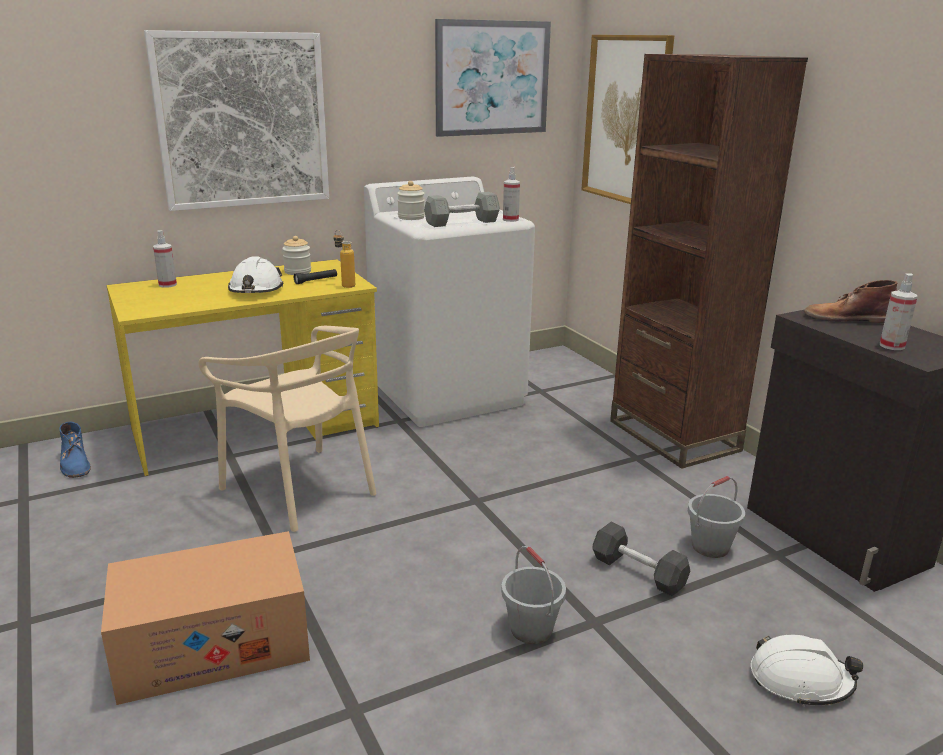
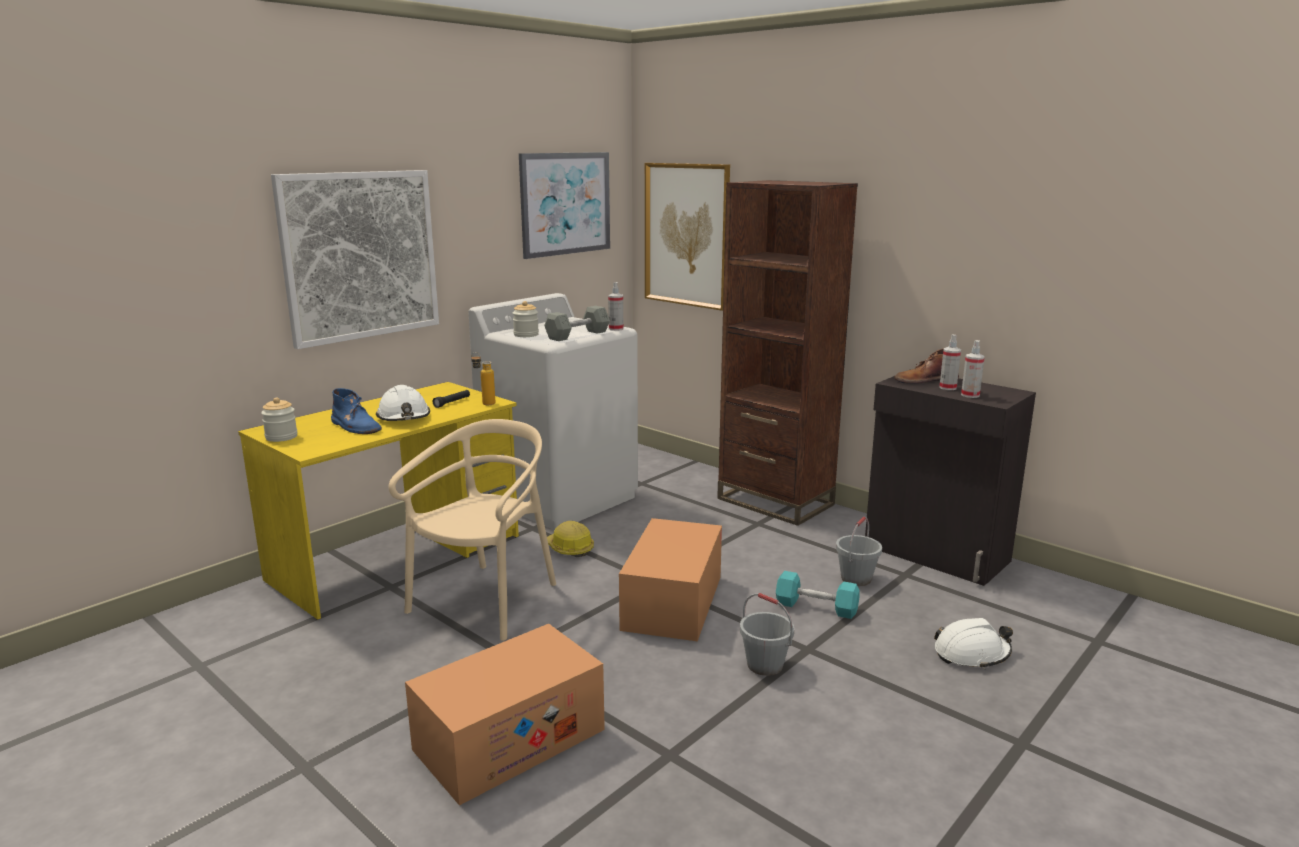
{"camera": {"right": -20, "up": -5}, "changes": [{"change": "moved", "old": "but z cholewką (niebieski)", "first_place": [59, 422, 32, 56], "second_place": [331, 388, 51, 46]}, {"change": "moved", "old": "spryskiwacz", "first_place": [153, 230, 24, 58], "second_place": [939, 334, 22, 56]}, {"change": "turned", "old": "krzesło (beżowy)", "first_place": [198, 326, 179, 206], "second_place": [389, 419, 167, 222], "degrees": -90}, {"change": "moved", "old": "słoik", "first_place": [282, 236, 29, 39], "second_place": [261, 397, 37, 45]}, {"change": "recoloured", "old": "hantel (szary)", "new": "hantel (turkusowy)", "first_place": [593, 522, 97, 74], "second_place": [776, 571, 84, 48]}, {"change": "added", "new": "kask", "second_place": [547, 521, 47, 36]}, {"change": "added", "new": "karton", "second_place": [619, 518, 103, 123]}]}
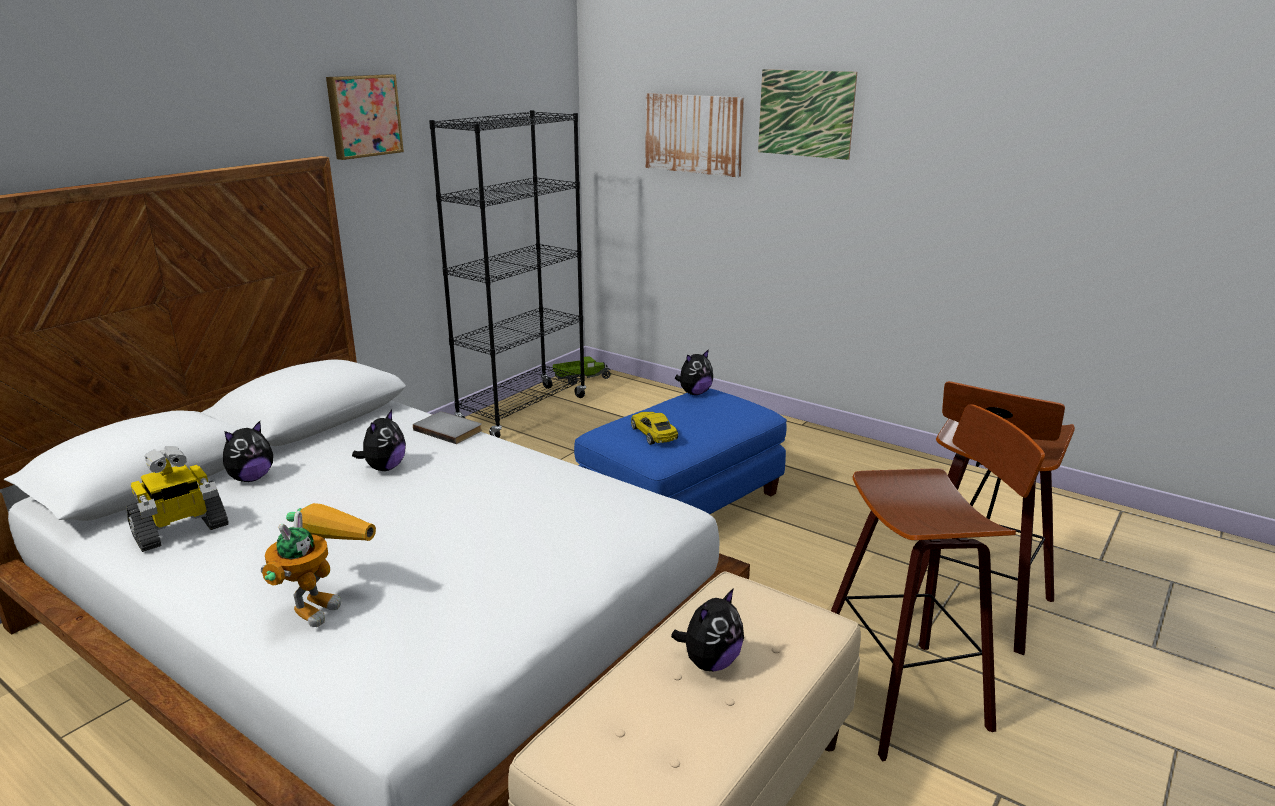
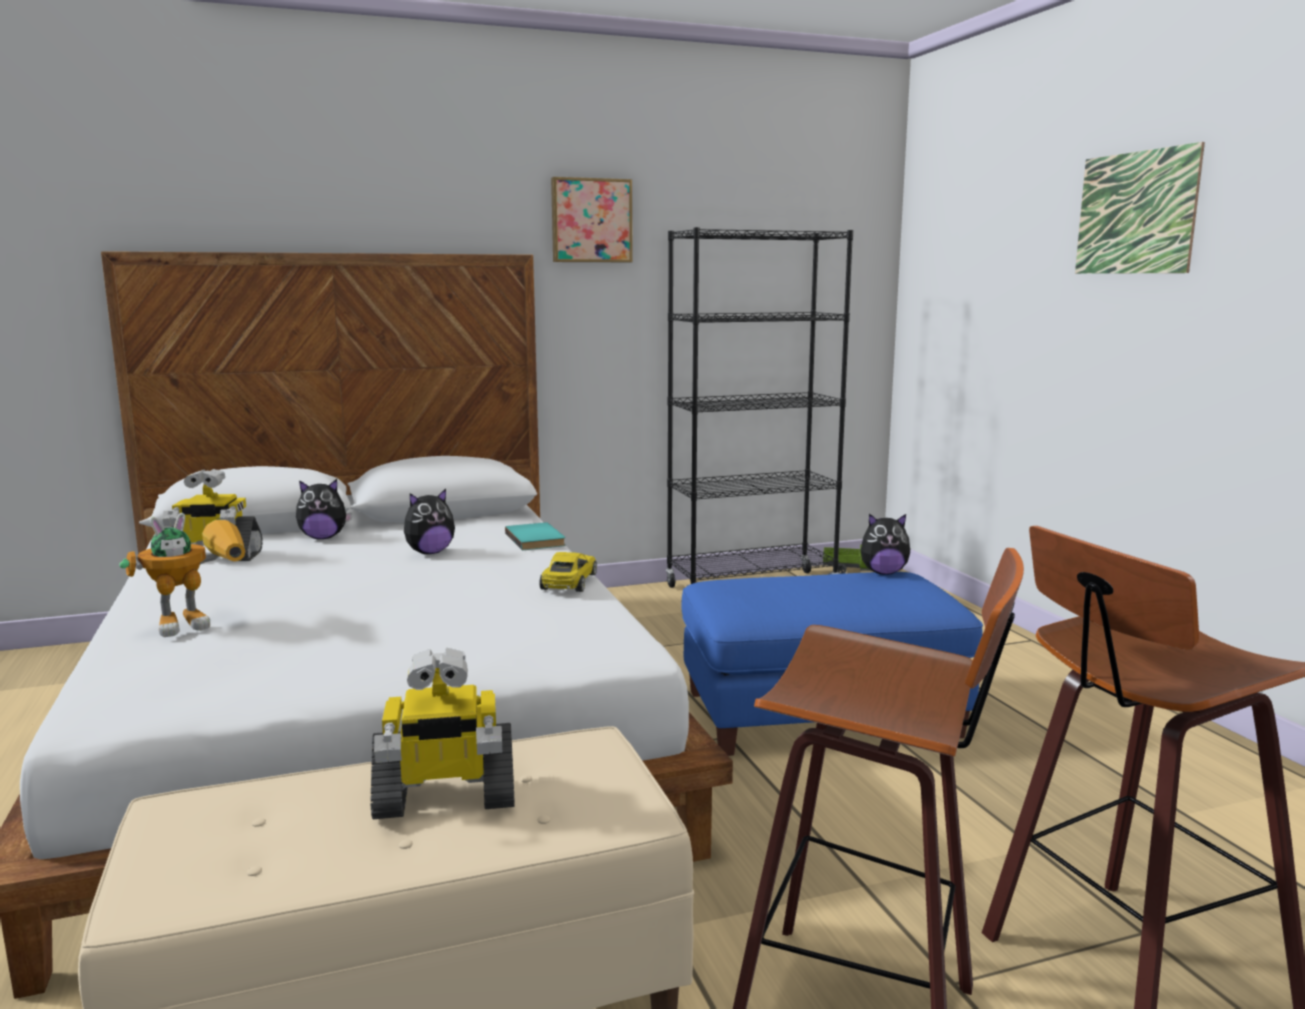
{"camera": {"right": 35, "up": -10}, "changes": [{"change": "recoloured", "old": "książka (szary)", "new": "książka (turkusowy)", "first_place": [413, 412, 69, 32], "second_place": [505, 522, 60, 28]}, {"change": "moved", "old": "samochodzik (żółty)", "first_place": [631, 412, 47, 33], "second_place": [539, 552, 58, 40]}, {"change": "removed", "old": "obraz", "first_place": [646, 93, 98, 84]}, {"change": "replaced", "old": "pluszak", "new": "robot zabawkowy", "first_place": [671, 588, 73, 83], "second_place": [371, 647, 144, 172]}]}
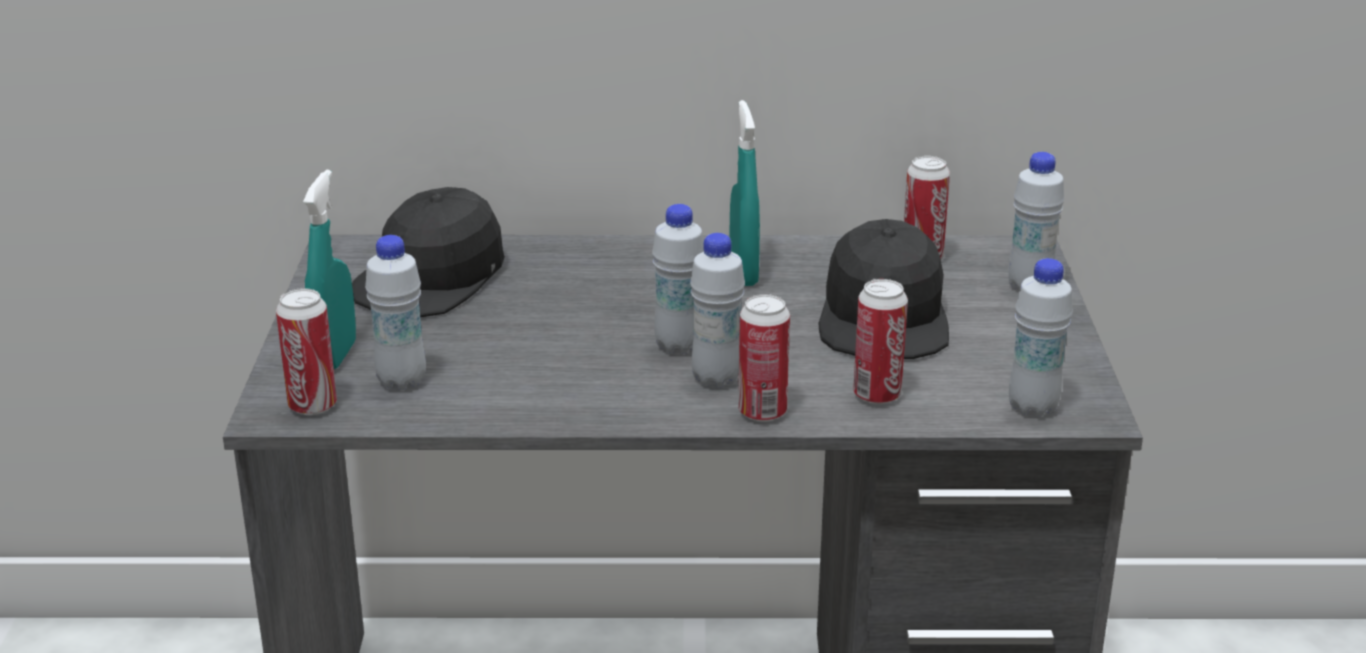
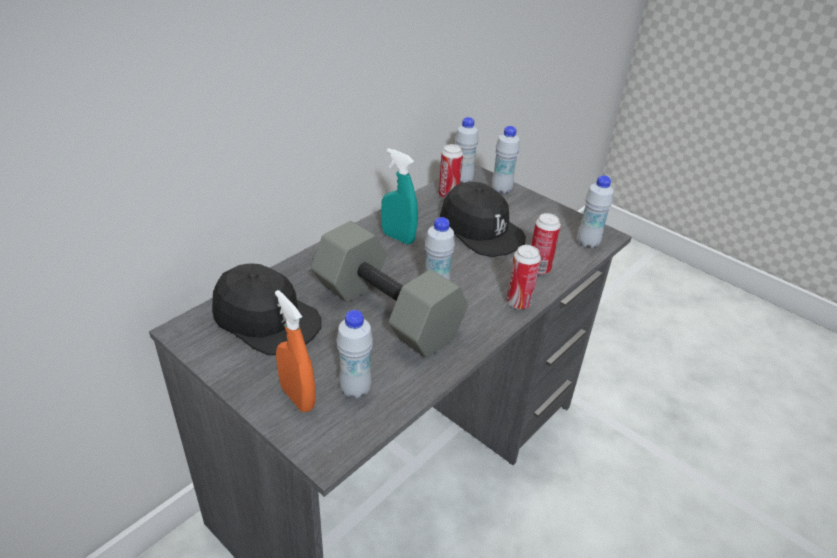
{"camera": {"right": -50, "up": 10}, "changes": [{"change": "removed", "old": "puszka", "first_place": [276, 288, 61, 127]}, {"change": "recoloured", "old": "spryskiwacz (turkusowy)", "new": "spryskiwacz (pomarańczowy)", "first_place": [303, 170, 53, 199], "second_place": [275, 290, 41, 122]}, {"change": "turned", "old": "czapka z daszkiem (czarny)", "first_place": [352, 187, 153, 130], "second_place": [212, 263, 109, 92], "degrees": -45}, {"change": "moved", "old": "butelka (biały)", "first_place": [690, 233, 55, 155], "second_place": [455, 117, 24, 66]}, {"change": "added", "new": "hantel (szary)", "second_place": [311, 221, 157, 137]}]}
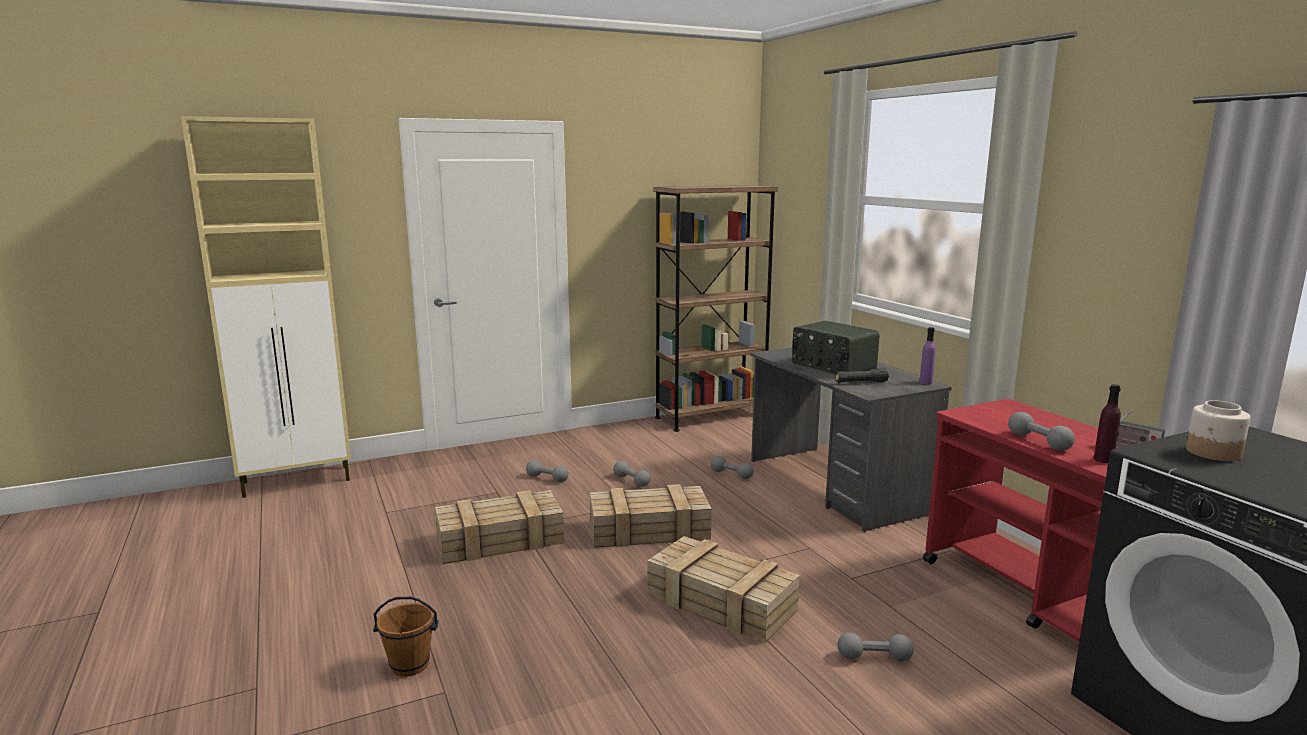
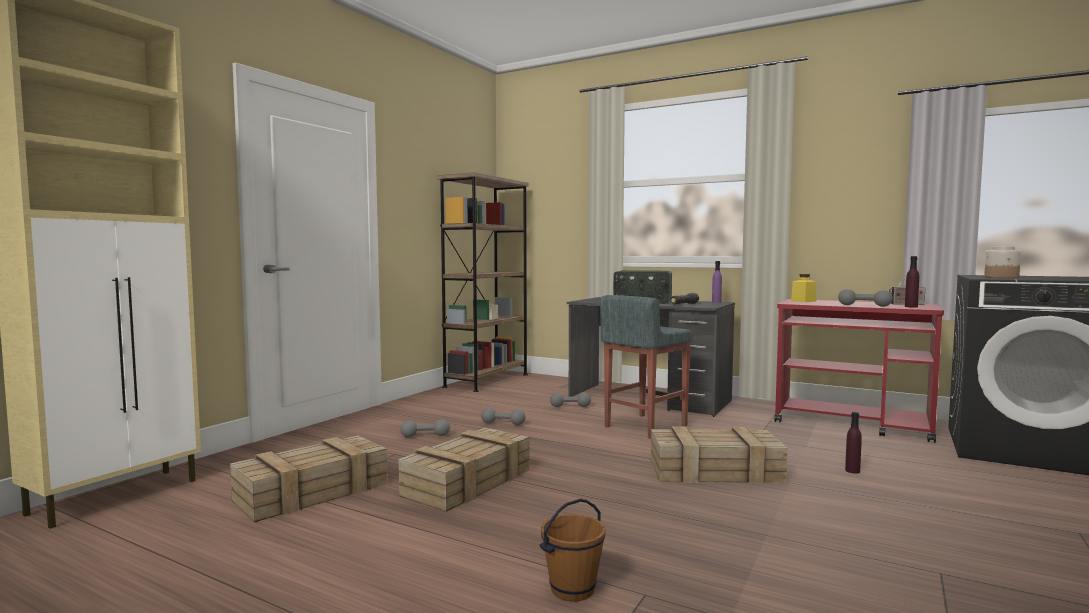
{"camera": {"right": -35, "up": -10}, "changes": [{"change": "moved", "old": "skrzynka", "first_place": [590, 484, 122, 64], "second_place": [230, 435, 158, 87]}, {"change": "replaced", "old": "hantel (szary)", "new": "butelka (fioletowy)", "first_place": [837, 632, 77, 29], "second_place": [845, 412, 17, 62]}, {"change": "added", "new": "stołek (szary)", "second_place": [600, 295, 93, 144]}, {"change": "added", "new": "słoik (żółty)", "second_place": [791, 274, 25, 28]}]}
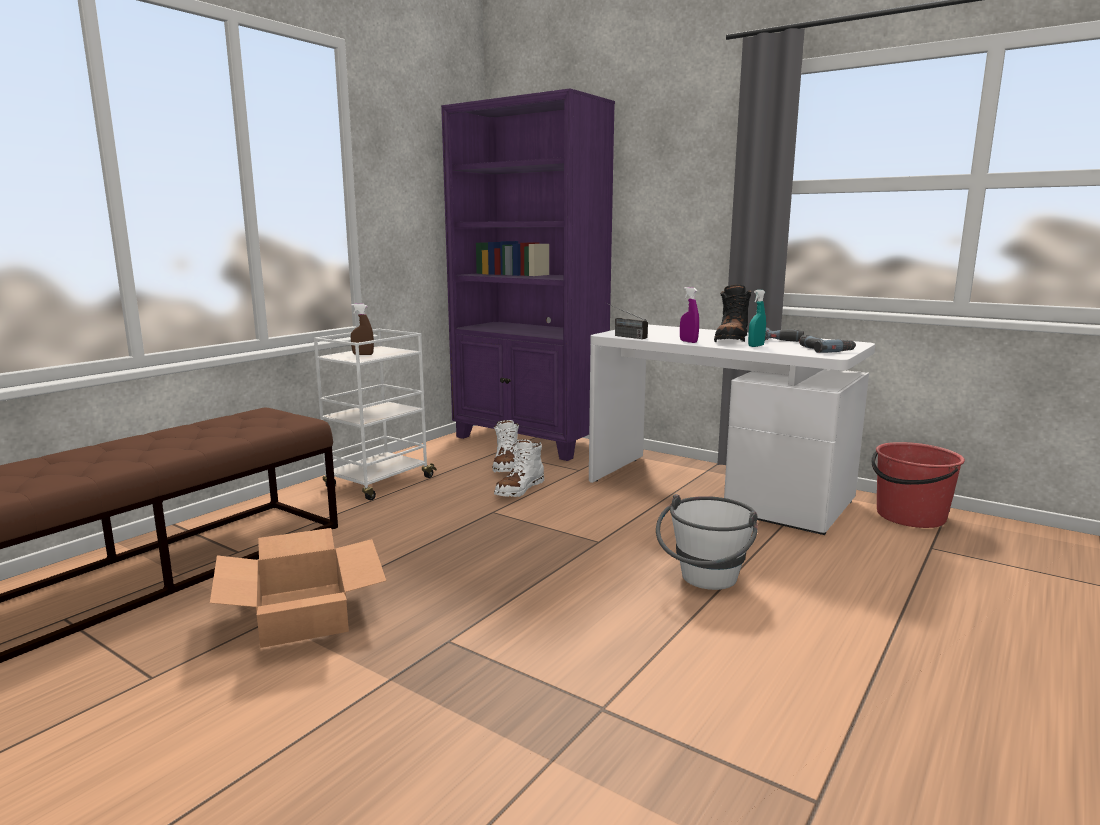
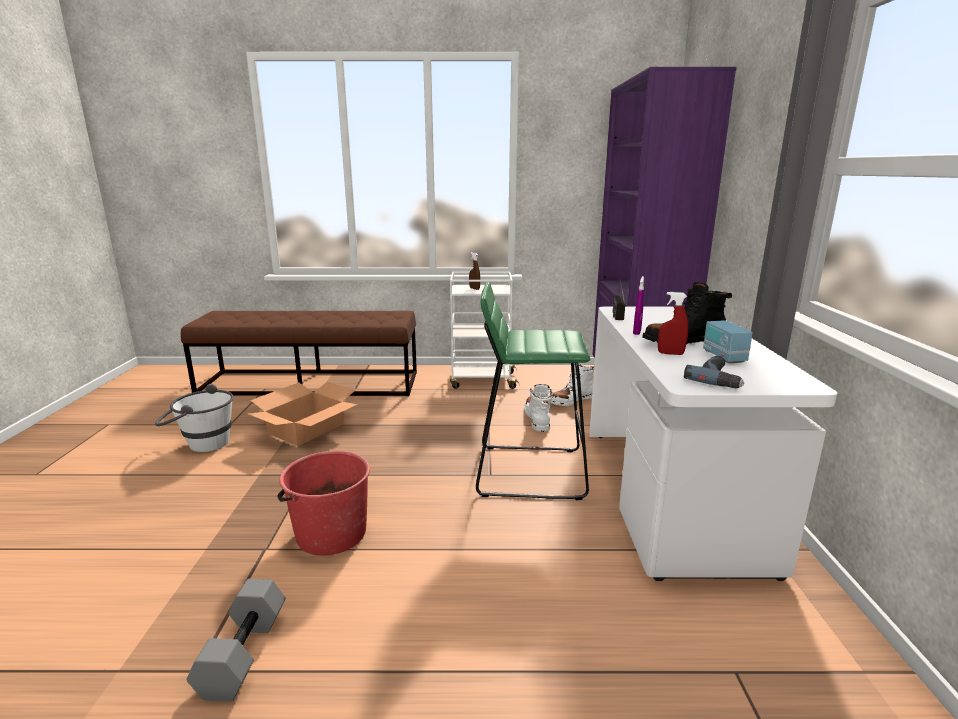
{"camera": {"right": 55, "up": 5}, "changes": [{"change": "turned", "old": "but z cholewką (biały)", "first_place": [494, 439, 50, 58], "second_place": [524, 384, 28, 48], "degrees": 90}, {"change": "moved", "old": "wiadro (biały)", "first_place": [656, 494, 102, 96], "second_place": [155, 384, 79, 68]}, {"change": "recoloured", "old": "spryskiwacz (turkusowy)", "new": "spryskiwacz (czerwony)", "first_place": [748, 290, 18, 57], "second_place": [658, 292, 30, 63]}, {"change": "replaced", "old": "wiertarka", "new": "radio", "first_place": [765, 327, 39, 14], "second_place": [703, 311, 50, 52]}, {"change": "moved", "old": "wiadro (czerwony)", "first_place": [871, 442, 94, 86], "second_place": [278, 451, 92, 104]}, {"change": "added", "new": "hantel (szary)", "second_place": [186, 579, 100, 123]}, {"change": "added", "new": "stołek (zielony)", "second_place": [476, 282, 114, 218]}]}
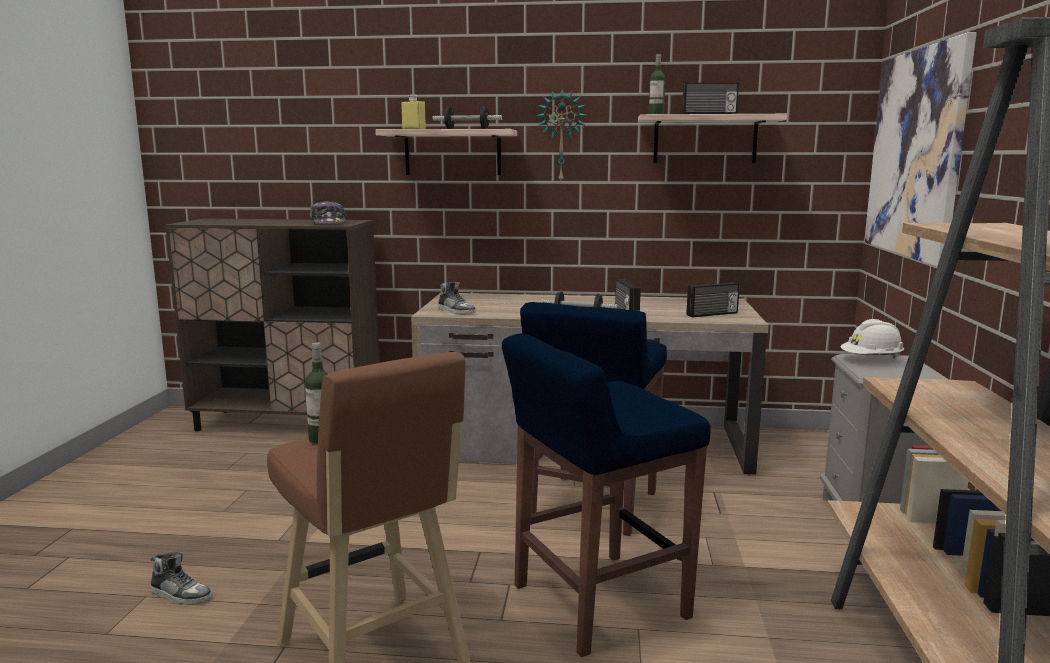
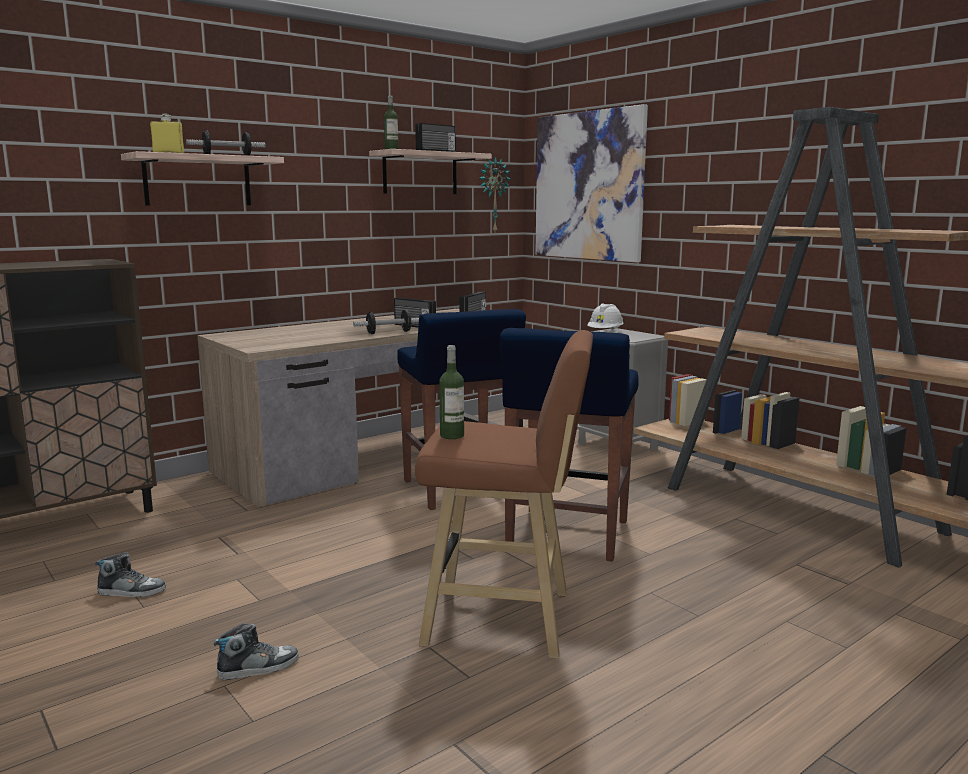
{"camera": {"right": -45, "up": 0}, "changes": [{"change": "removed", "old": "czapka z daszkiem", "first_place": [310, 201, 37, 23]}, {"change": "moved", "old": "but", "first_place": [438, 282, 38, 33], "second_place": [95, 552, 71, 45]}, {"change": "moved", "old": "zegar ścienny", "first_place": [536, 88, 51, 93], "second_place": [480, 156, 31, 76]}]}
